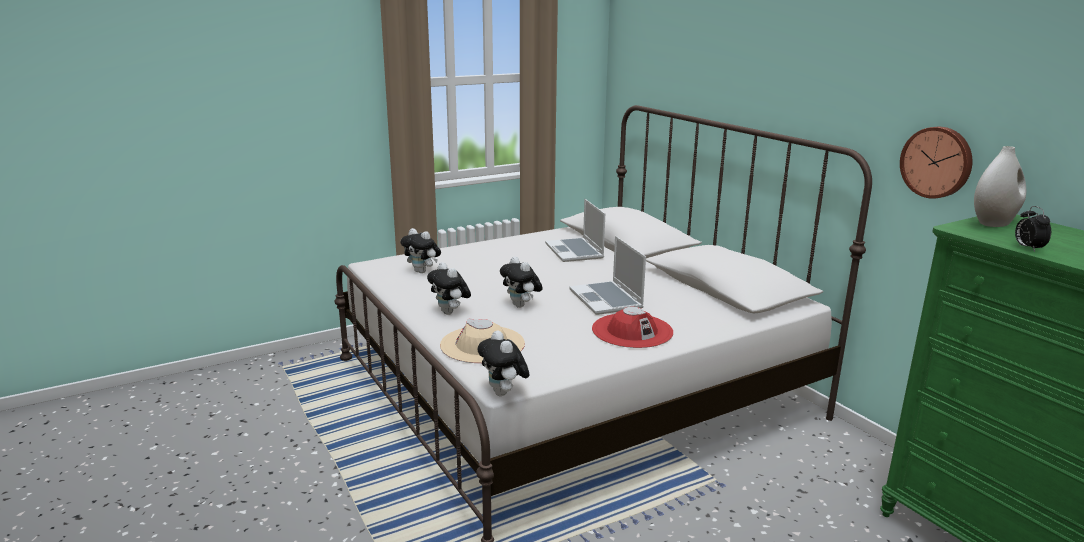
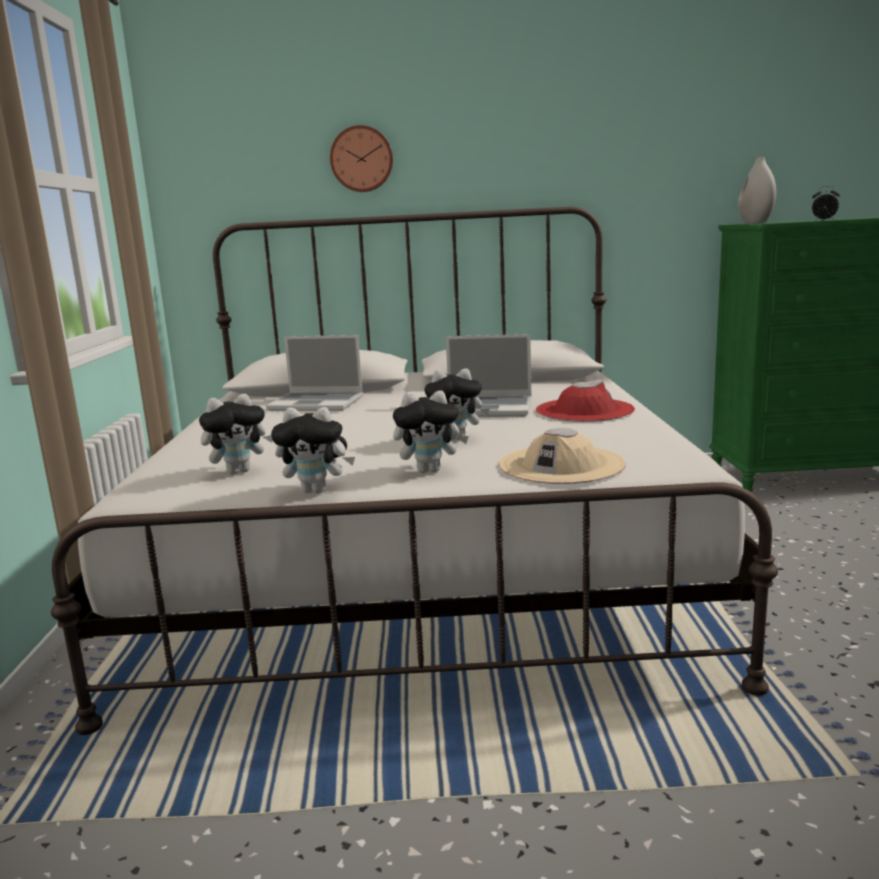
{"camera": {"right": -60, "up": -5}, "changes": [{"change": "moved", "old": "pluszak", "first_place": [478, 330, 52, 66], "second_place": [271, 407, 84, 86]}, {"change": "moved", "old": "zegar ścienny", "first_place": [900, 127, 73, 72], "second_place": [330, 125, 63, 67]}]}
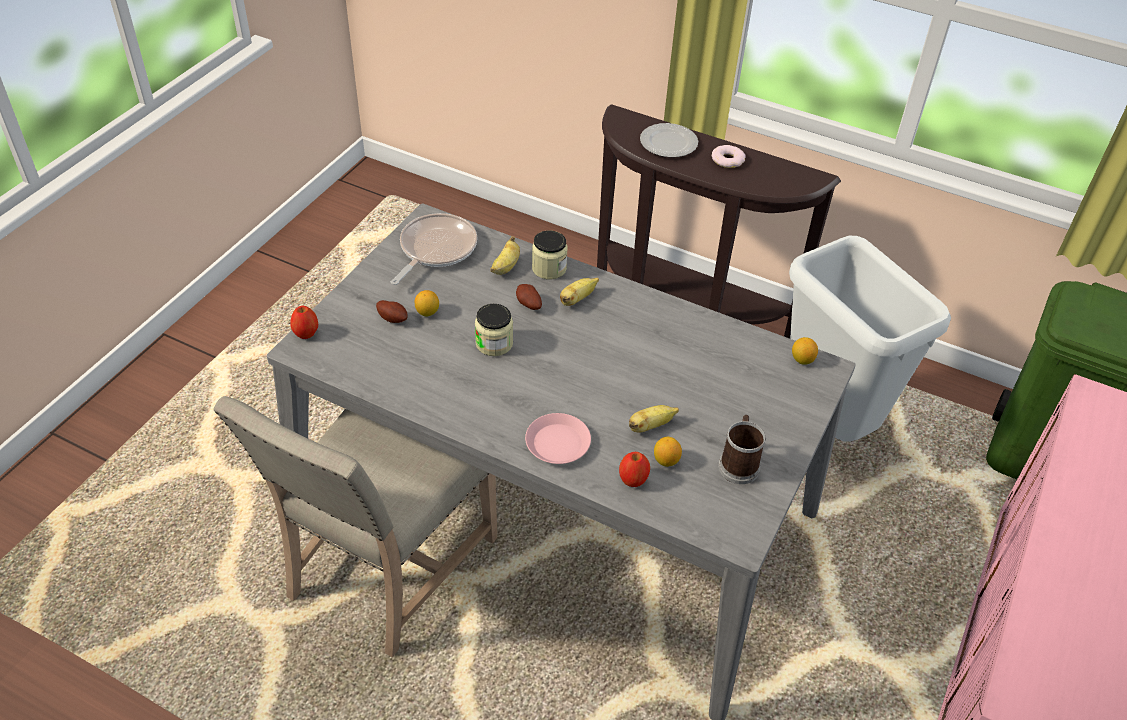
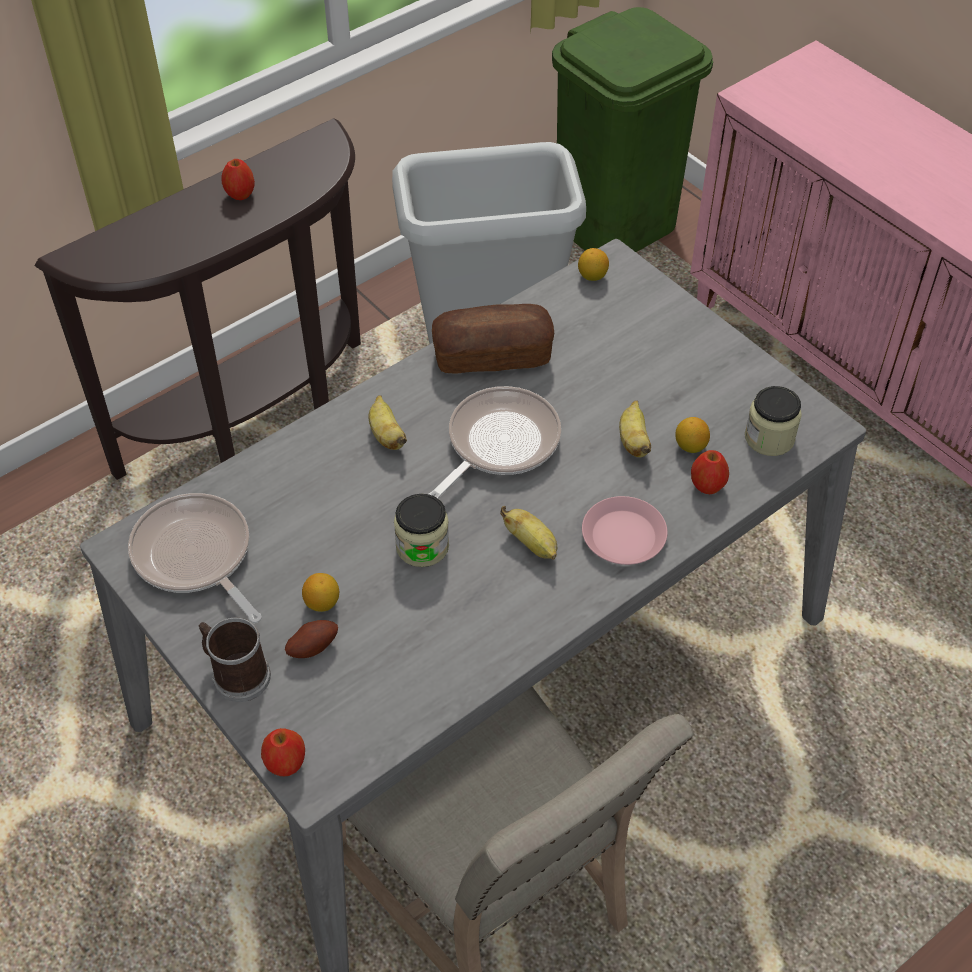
{"camera": {"right": -65, "up": 5}, "changes": [{"change": "moved", "old": "banan", "first_place": [490, 236, 30, 39], "second_place": [500, 506, 57, 54]}, {"change": "removed", "old": "ziemniak", "first_place": [516, 284, 26, 26]}, {"change": "moved", "old": "słoik", "first_place": [532, 231, 36, 48], "second_place": [745, 386, 57, 70]}, {"change": "removed", "old": "talerz", "first_place": [640, 123, 58, 35]}, {"change": "replaced", "old": "donut", "new": "jabłko", "first_place": [712, 145, 34, 23], "second_place": [221, 159, 34, 41]}, {"change": "moved", "old": "kubek", "first_place": [718, 415, 48, 69], "second_place": [199, 618, 72, 84]}, {"change": "added", "new": "patelnia", "second_place": [429, 386, 132, 113]}, {"change": "added", "new": "chleb", "second_place": [432, 304, 122, 70]}]}
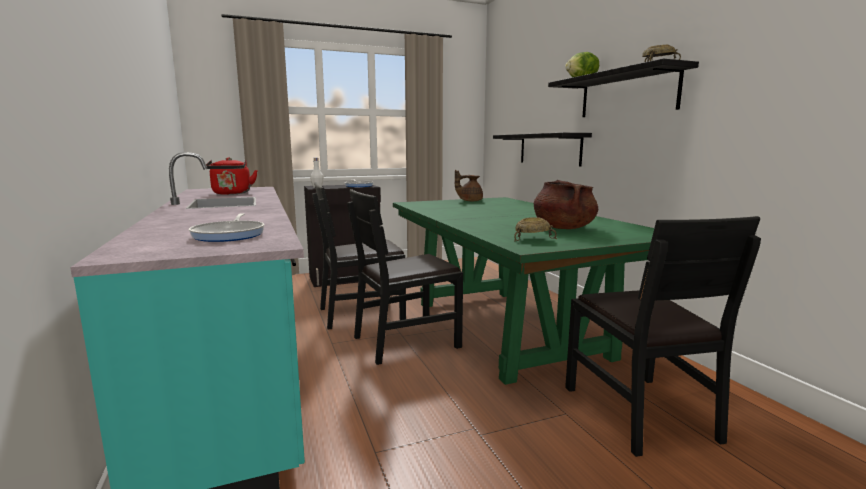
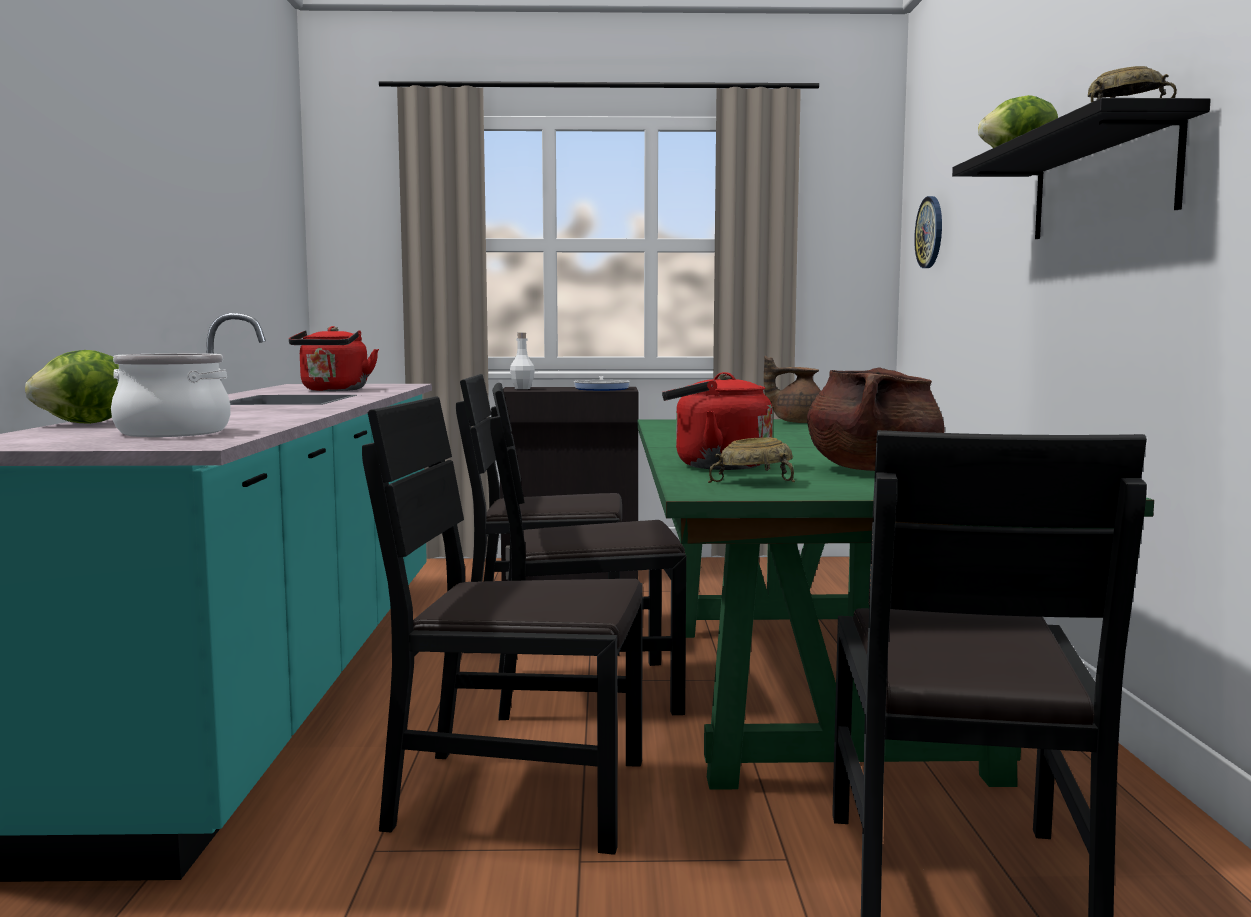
{"camera": {"right": 20, "up": -5}, "changes": [{"change": "replaced", "old": "patelnia", "new": "garnek", "first_place": [189, 213, 75, 29], "second_place": [111, 353, 120, 84]}, {"change": "removed", "old": "półka (czarny)", "first_place": [493, 133, 99, 33]}, {"change": "added", "new": "sałata", "second_place": [25, 350, 94, 74]}, {"change": "added", "new": "krzesło (czarny)", "second_place": [362, 396, 281, 459]}, {"change": "added", "new": "czajnik (czerwony)", "second_place": [662, 372, 111, 98]}, {"change": "added", "new": "zegar ścienny", "second_place": [914, 196, 28, 72]}]}
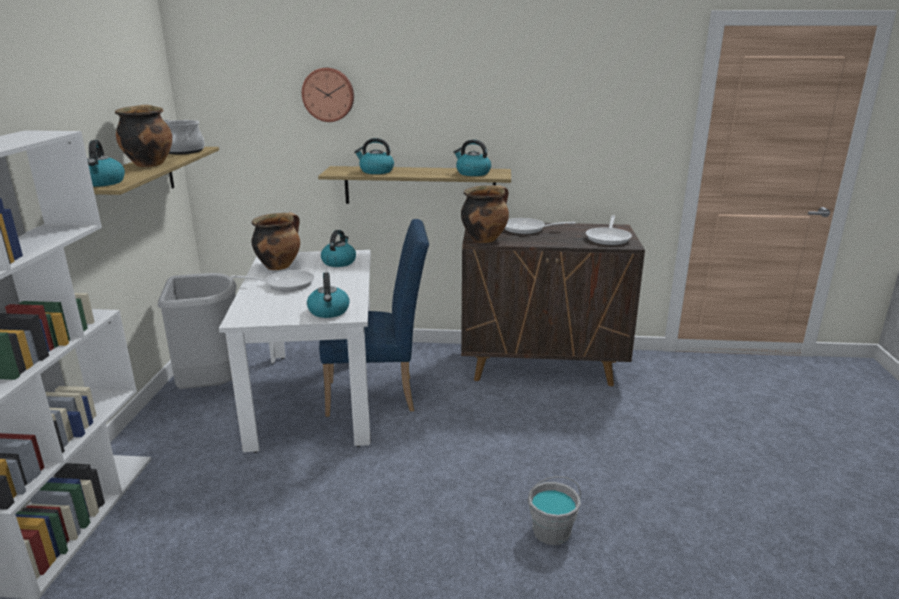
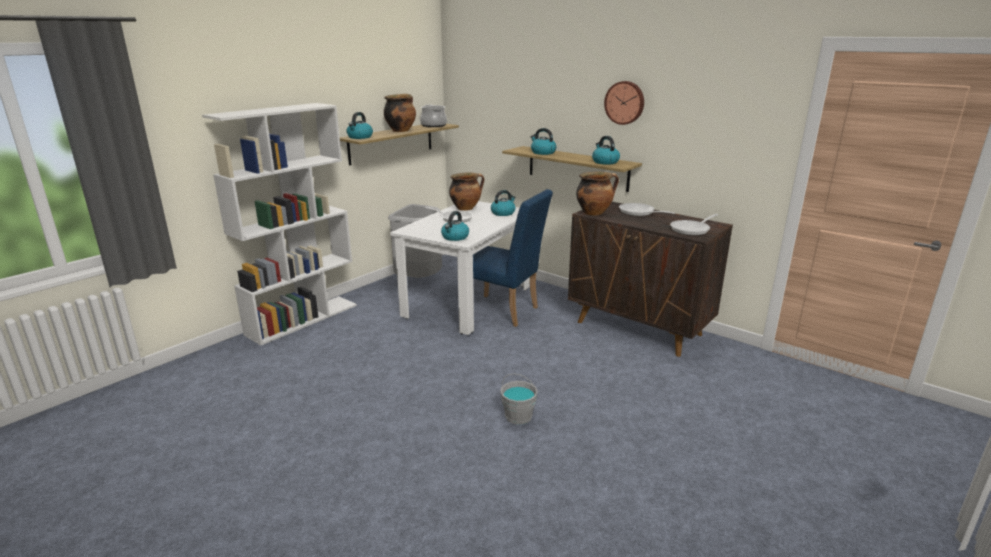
{"camera": {"right": 35, "up": 0}, "changes": [{"change": "moved", "old": "zegar ścienny", "first_place": [302, 68, 52, 54], "second_place": [604, 81, 40, 44]}]}
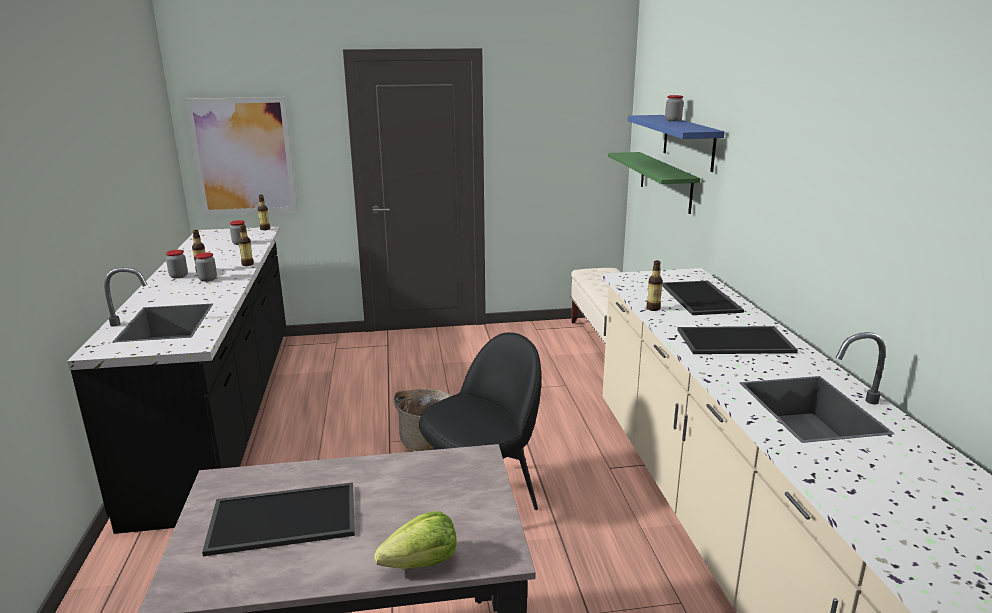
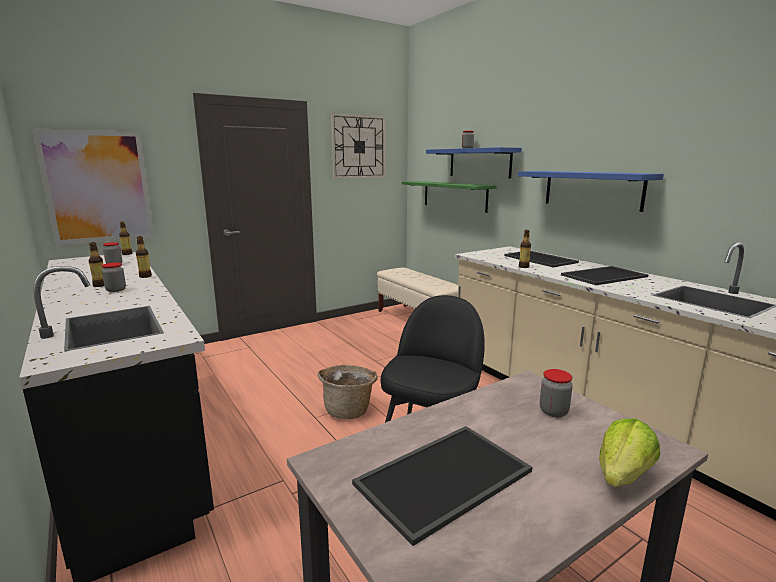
{"camera": {"right": -25, "up": -5}, "changes": [{"change": "moved", "old": "słoik", "first_place": [166, 250, 22, 28], "second_place": [540, 369, 33, 49]}, {"change": "added", "new": "zegar ścienny", "second_place": [331, 113, 55, 66]}, {"change": "added", "new": "półka (niebieski)", "second_place": [518, 171, 146, 41]}]}
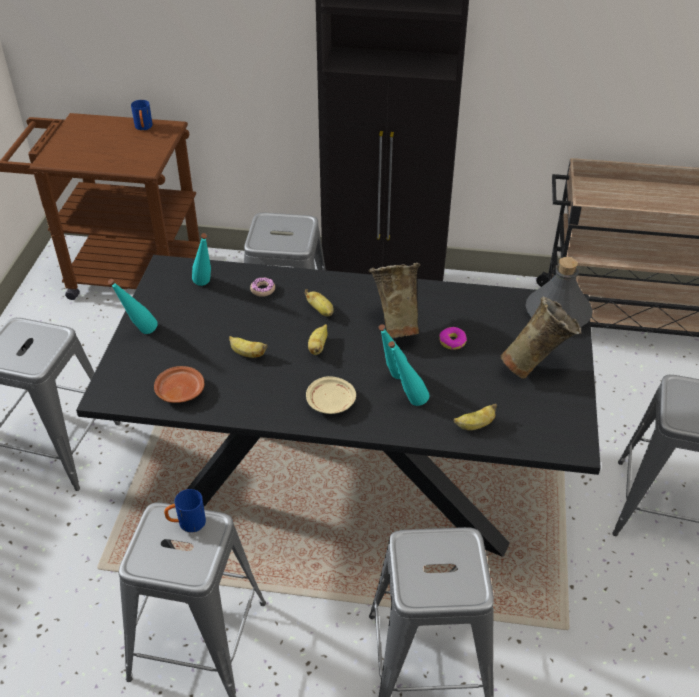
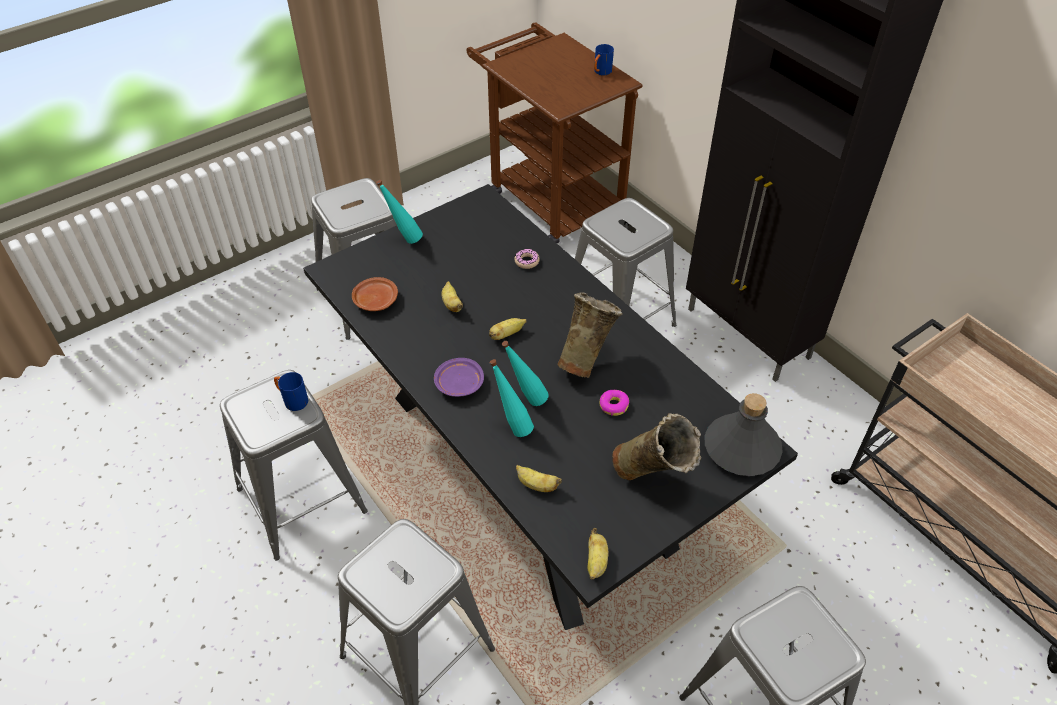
{"camera": {"right": 45, "up": 5}, "changes": [{"change": "removed", "old": "butelka (turkusowy)", "first_place": [192, 233, 19, 53]}, {"change": "moved", "old": "banan", "first_place": [305, 289, 29, 27], "second_place": [588, 528, 20, 51]}, {"change": "recoloured", "old": "talerz (beżowy)", "new": "talerz (fioletowy)", "first_place": [306, 376, 50, 38], "second_place": [434, 358, 50, 39]}]}
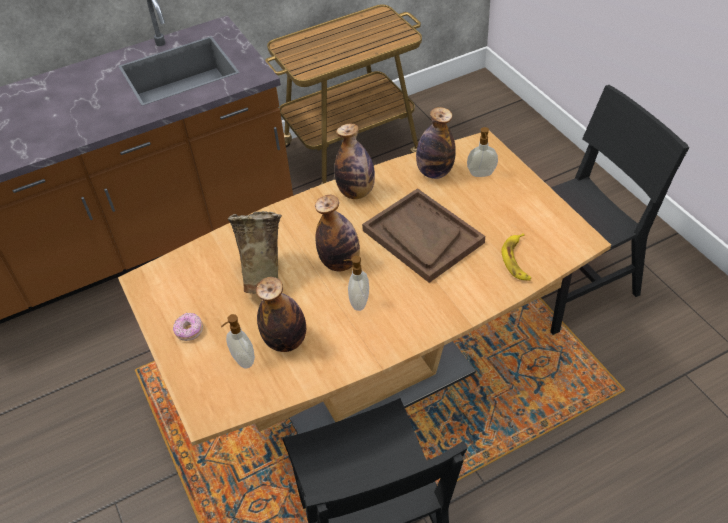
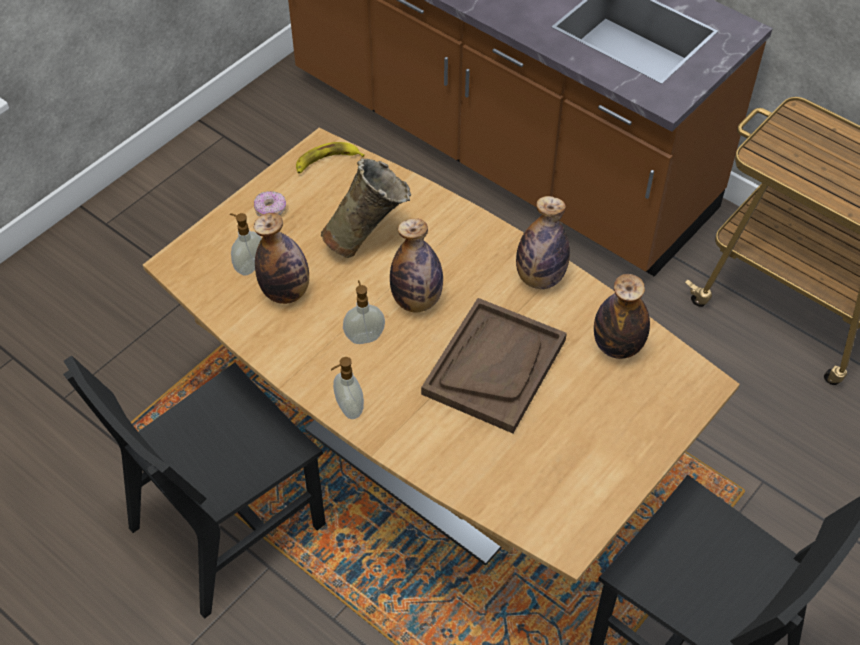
{"camera": {"right": 65, "up": 5}, "changes": [{"change": "moved", "old": "dozownik mydła", "first_place": [467, 127, 31, 50], "second_place": [331, 357, 33, 62]}, {"change": "moved", "old": "banan", "first_place": [501, 233, 30, 47], "second_place": [296, 142, 69, 32]}]}
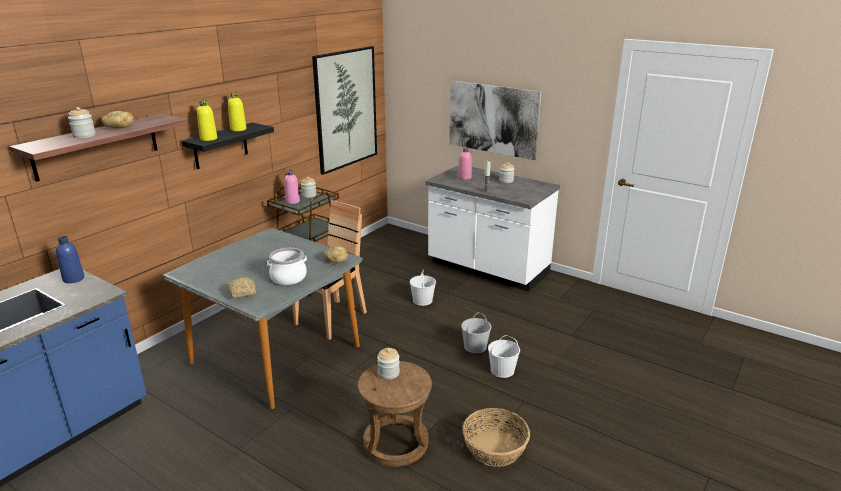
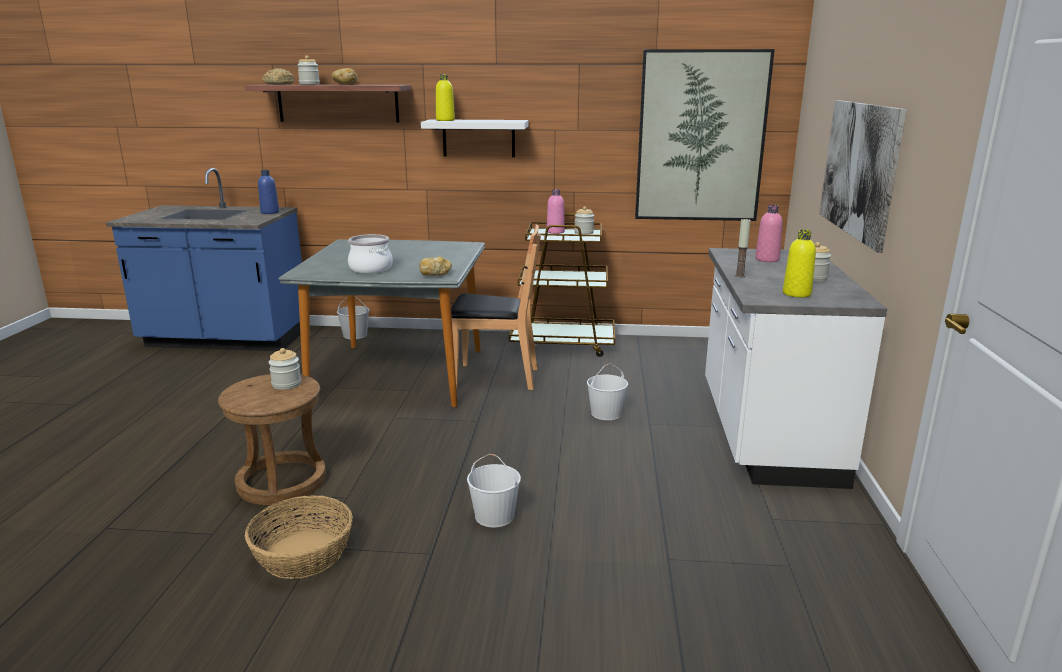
{"camera": {"right": 60, "up": -5}, "changes": [{"change": "recoloured", "old": "półka (czarny)", "new": "półka (biały)", "first_place": [182, 123, 92, 46], "second_place": [421, 119, 107, 38]}, {"change": "moved", "old": "butelka (żółty)", "first_place": [228, 92, 18, 39], "second_place": [783, 230, 33, 68]}, {"change": "moved", "old": "chleb", "first_place": [228, 277, 28, 22], "second_place": [262, 68, 33, 16]}, {"change": "moved", "old": "wiadro (biały)", "first_place": [461, 312, 30, 41], "second_place": [337, 297, 32, 42]}]}
